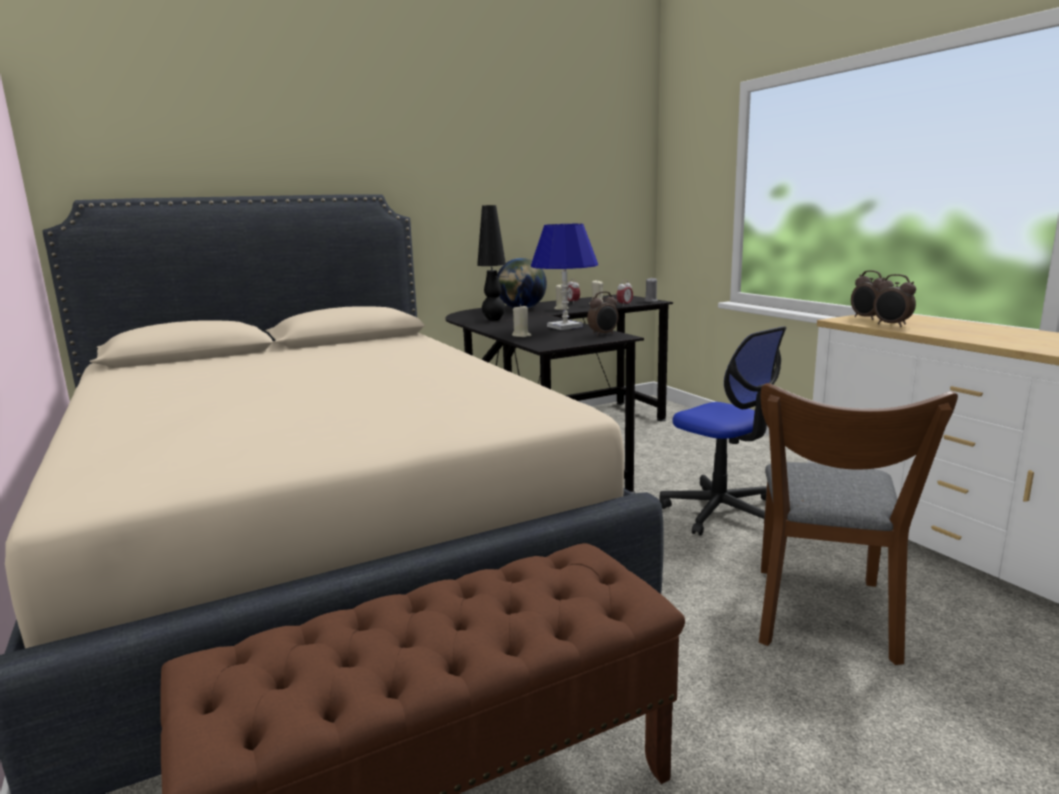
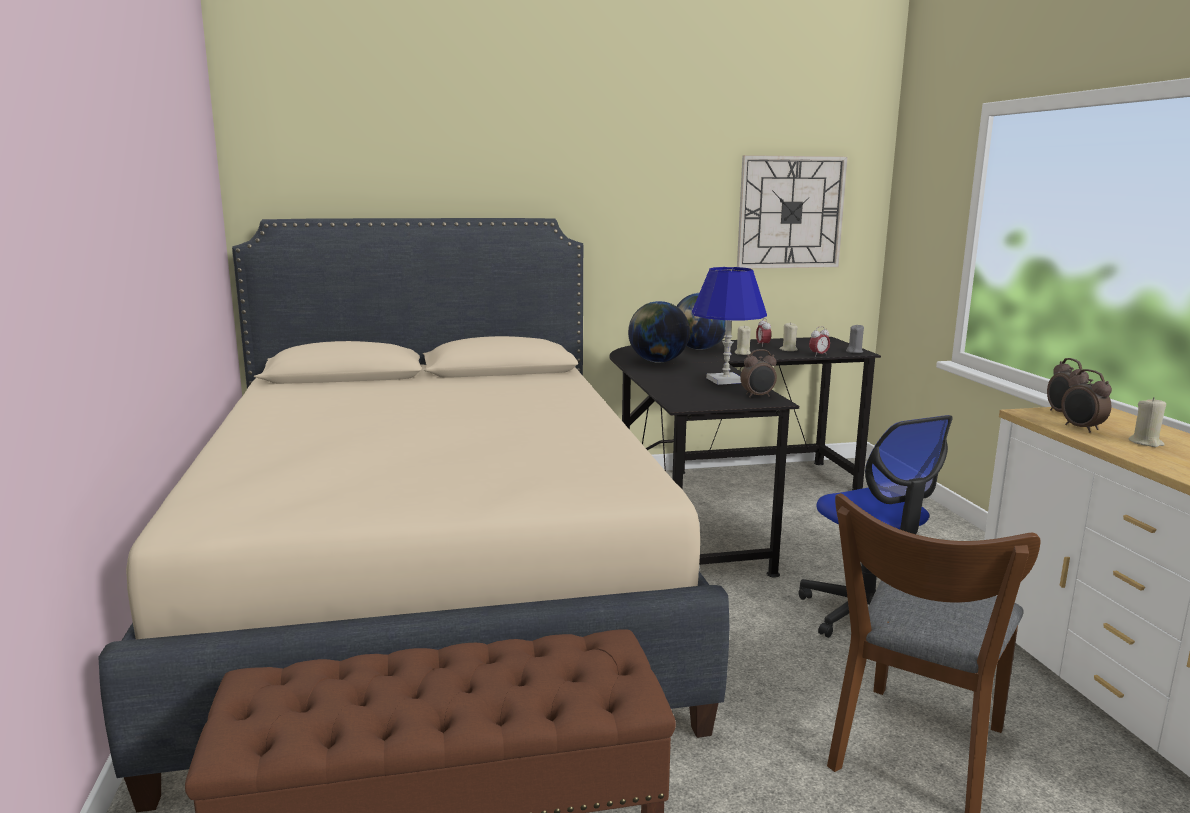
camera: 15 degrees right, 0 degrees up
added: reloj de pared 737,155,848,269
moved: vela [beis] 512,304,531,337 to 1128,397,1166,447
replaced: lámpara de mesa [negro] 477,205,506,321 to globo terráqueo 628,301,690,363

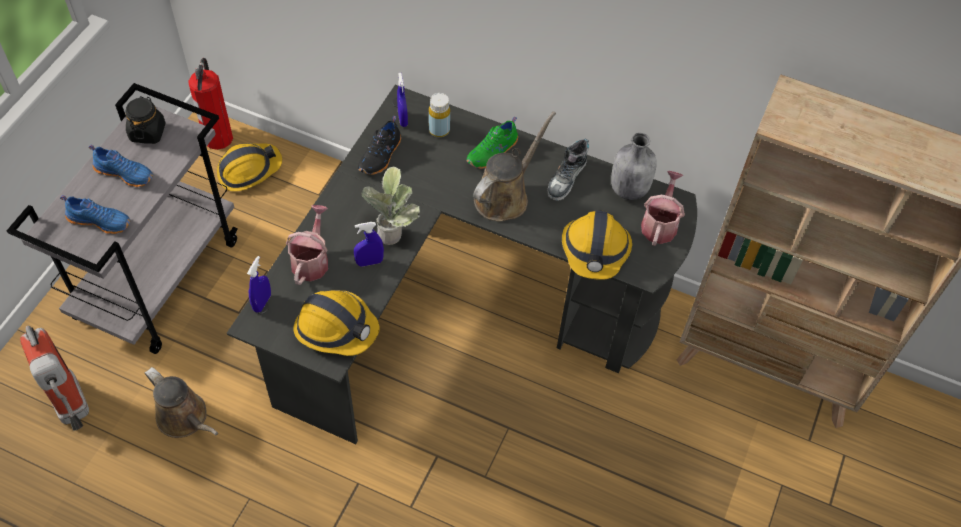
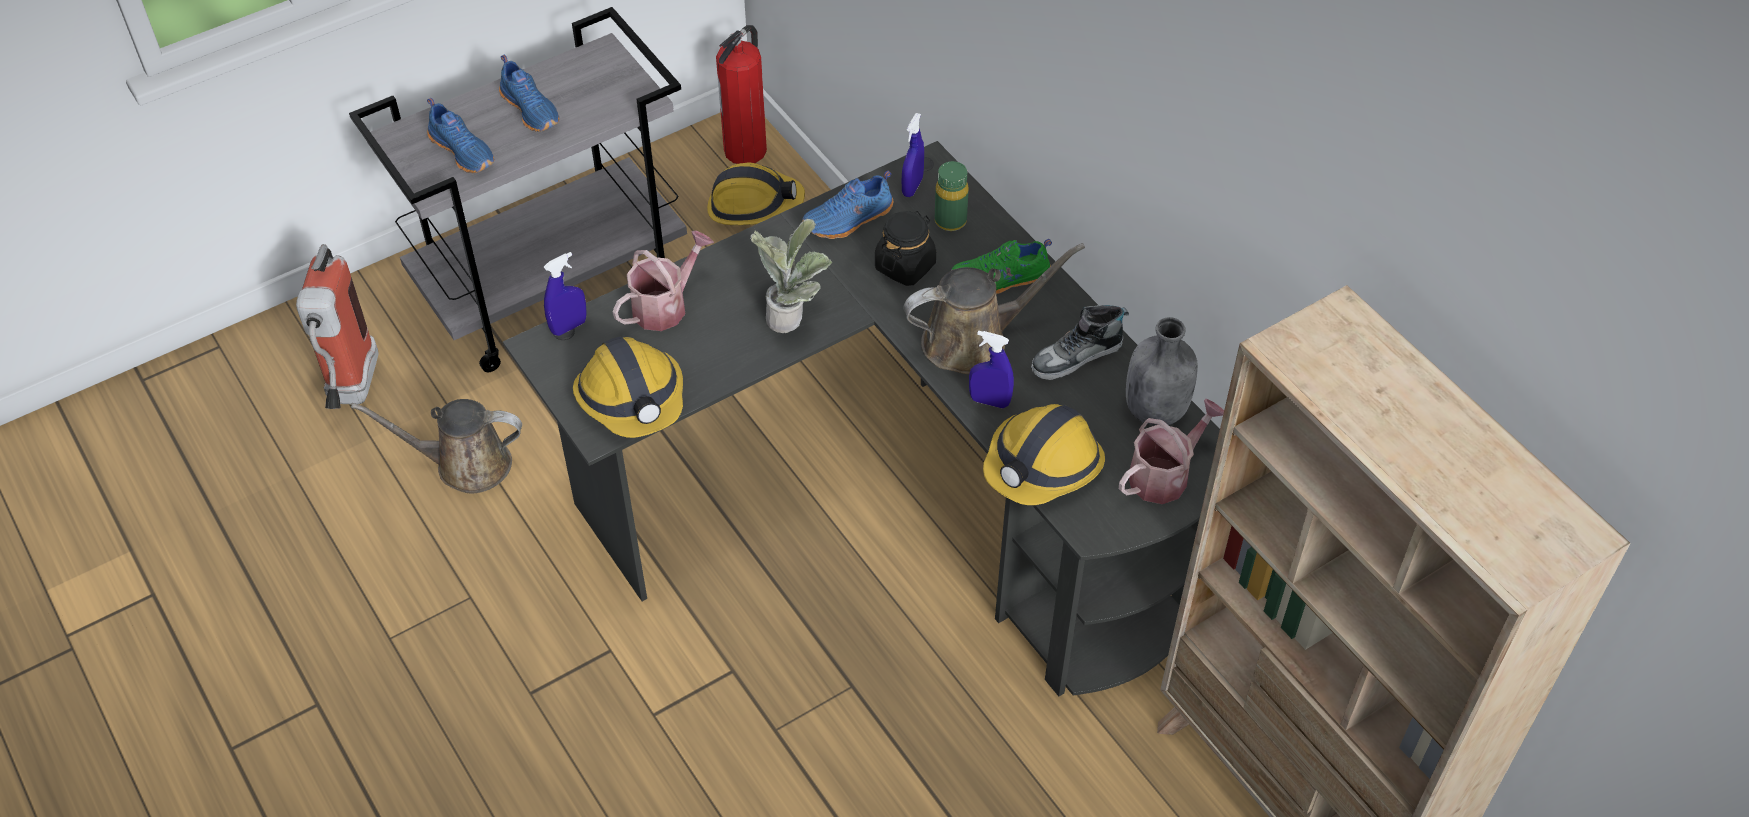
camera: 35 degrees right, 5 degrees down
moved: tarro [negro] 125,96,166,144 to 875,211,936,286; pulverizador [azul] 354,222,384,267 to 969,330,1014,408
recoloured: botella [amarillo] 429,93,450,137 to botella [verde] 935,161,969,231; zapato [negro] 358,116,401,175 to zapato [azul] 802,171,893,239
turned: regadera [marrón] 145,367,218,438 = 351,399,522,493 105 degrees clockwise

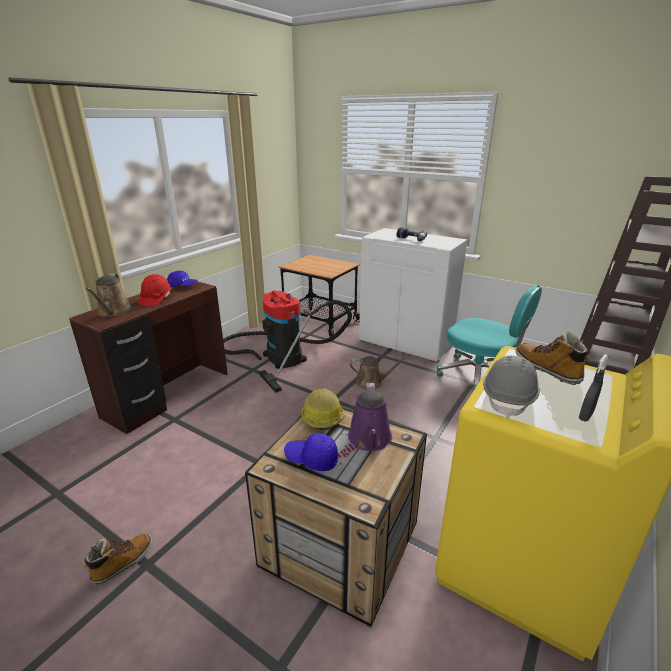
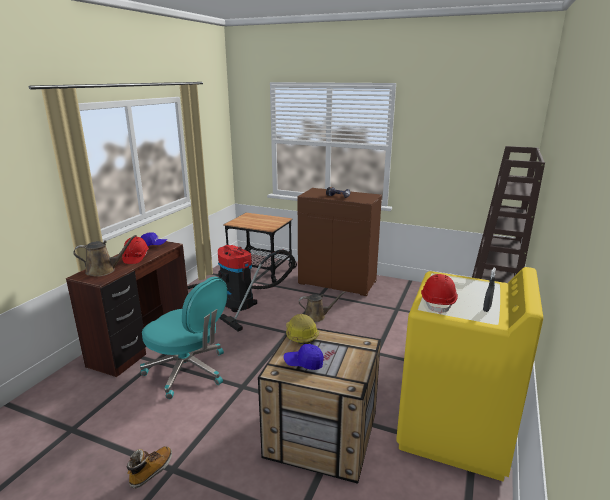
camera: 10 degrees left, 5 degrees down
removed: bota 516,332,590,385; regadera [morado] 348,383,392,451
moved: silla de oficina [turquesa] 437,284,542,389 to 140,276,227,399
recoloured: armario [blanco] 359,228,467,363 to armario [marrón] 298,188,382,296; casco [gris] 483,355,540,418 to casco [rojo] 421,274,458,314
turned: regadera [marrón] 86,274,132,317 = 73,235,137,277 90 degrees counterclockwise

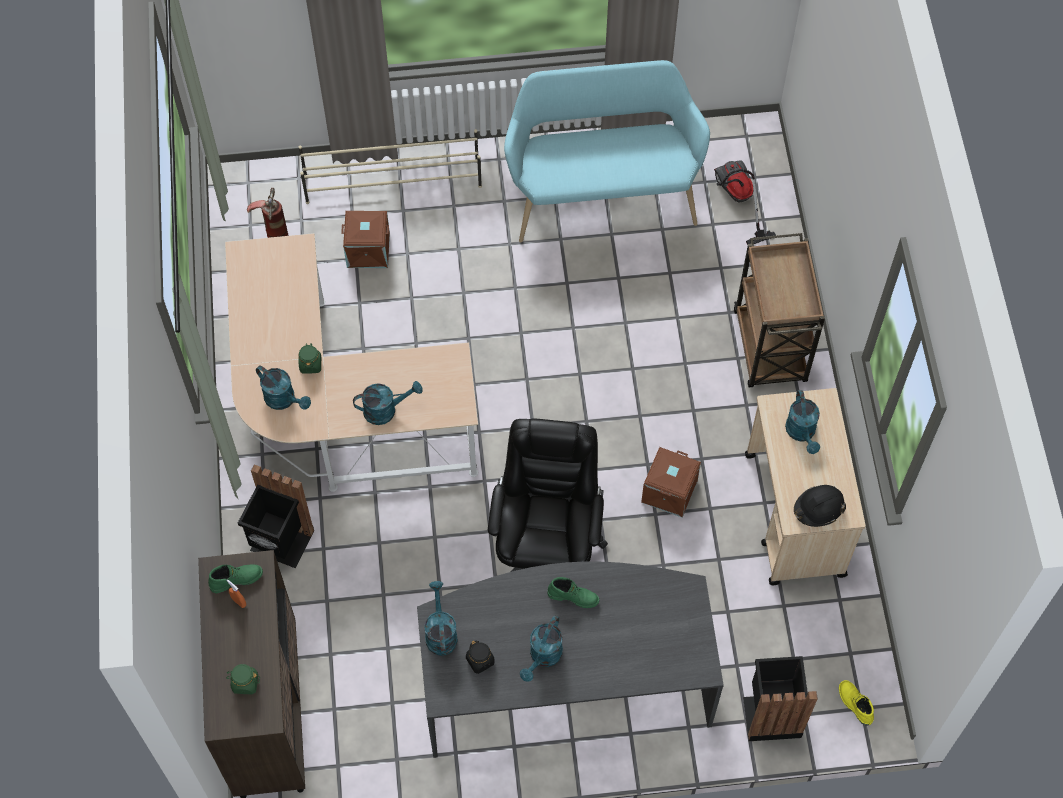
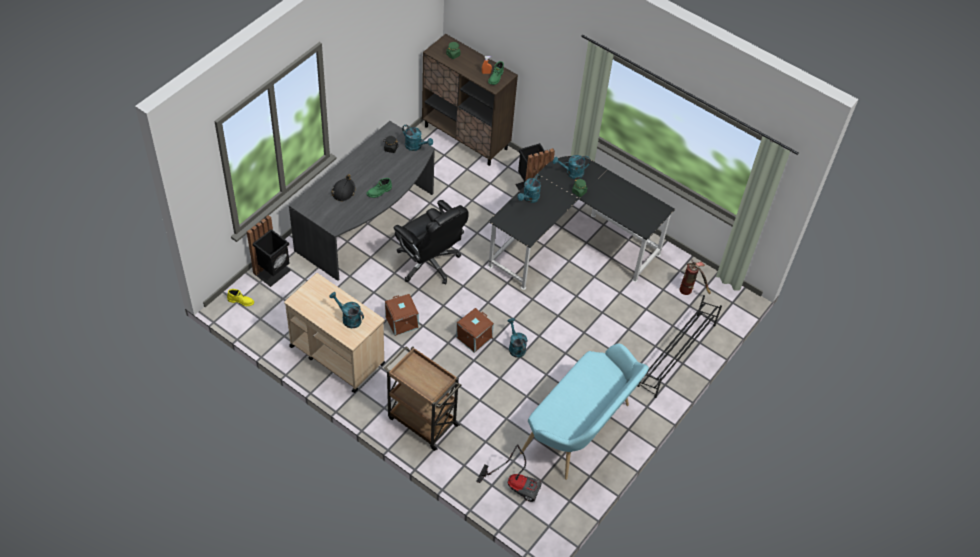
camera: 130 degrees right, 10 degrees down
moved: caja de almacenaje [marrón] 341,211,390,268 to 456,308,494,353; casco [negro] 794,485,846,527 to 331,175,356,201; regadera [turquesa] 520,615,563,682 to 508,318,527,358
recoloured: zapatero [beis] 299,129,482,204 to zapatero [negro] 637,295,722,398; escritorio [beis] 225,233,478,492 to escritorio [negro] 488,156,675,290

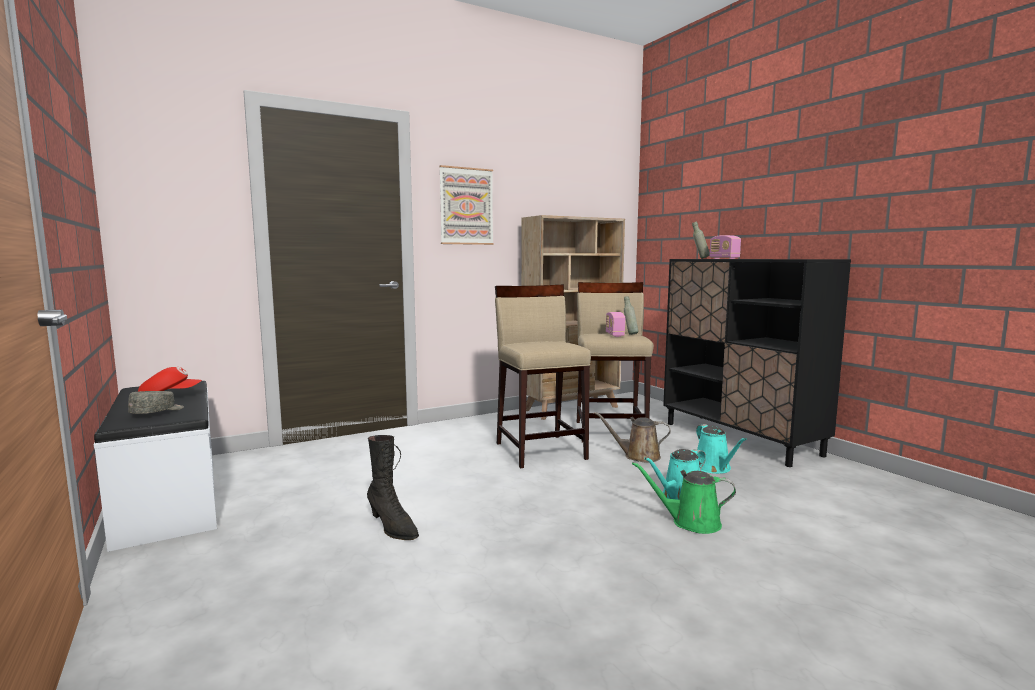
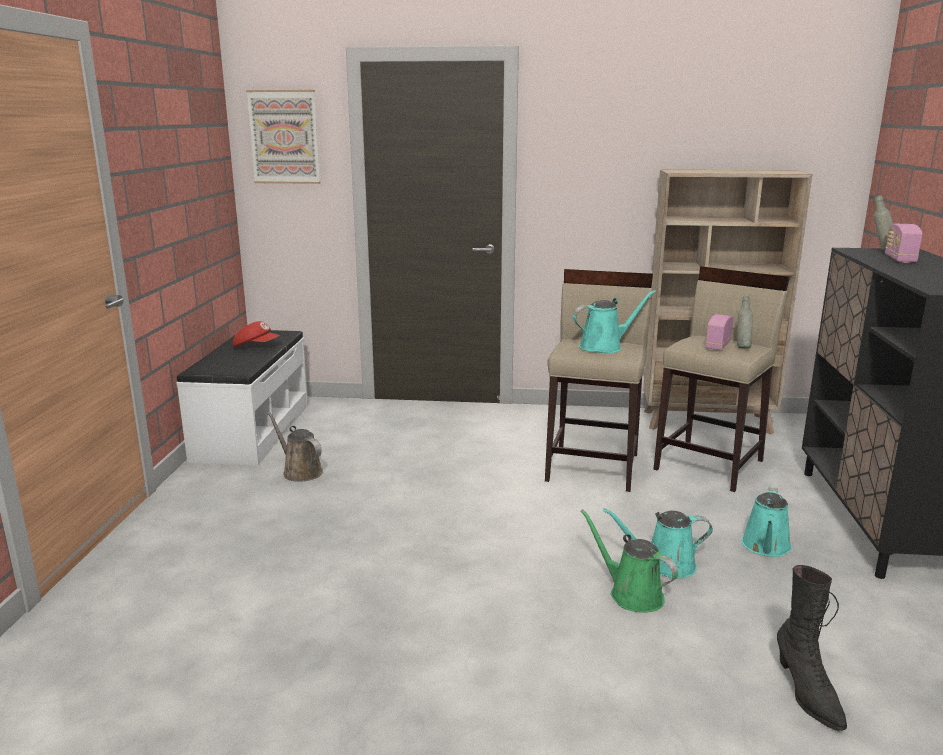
camera: 35 degrees right, 10 degrees up
removed: gorra [gris] 128,391,184,414
added: regadera [turquesa] 573,290,656,353
moved: cuadro 439,165,494,245 to 246,90,320,184; regadera [marrón] 594,412,671,462 to 267,411,323,482; bota [negro] 367,435,419,540 to 777,565,847,731

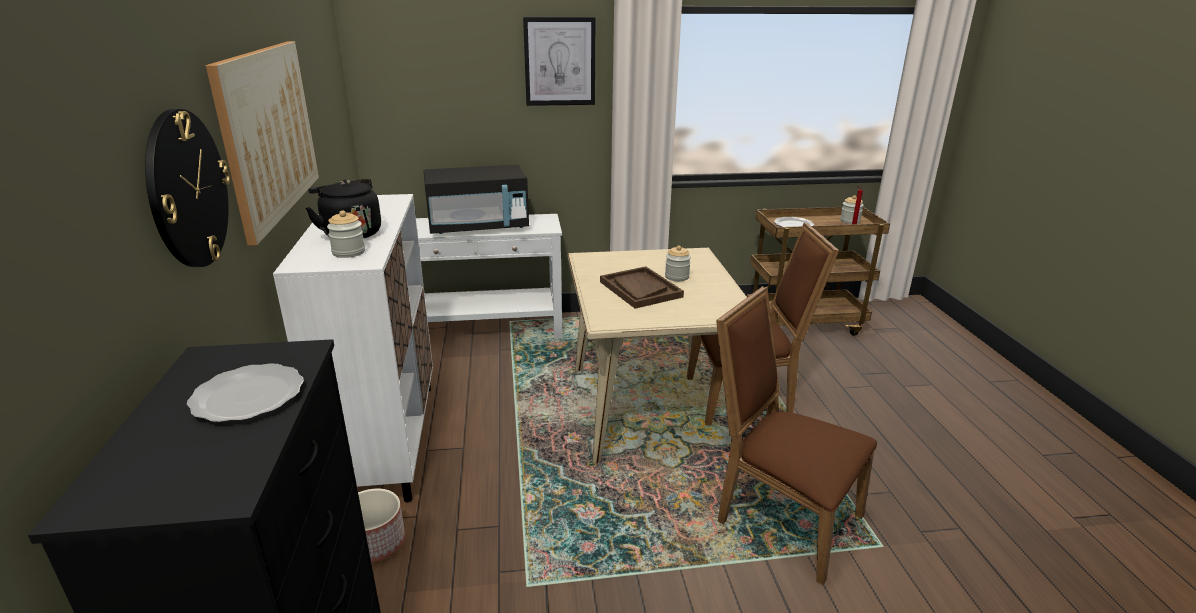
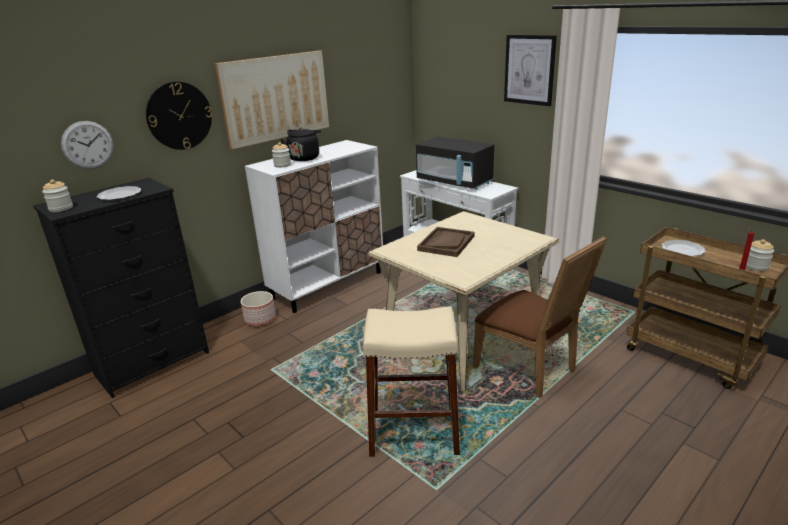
camera: 55 degrees right, 0 degrees up
added: reloj de pared 61,121,114,169
moved: tarro 665,246,691,281 to 42,180,73,212
replaced: silla [marrón] 716,286,877,585 to taburete [beis] 363,306,460,457

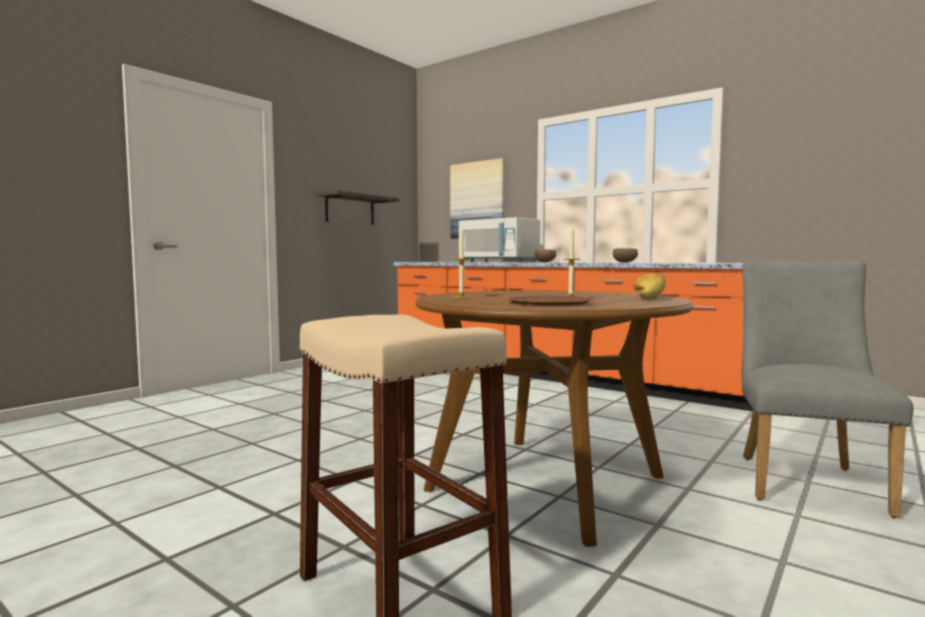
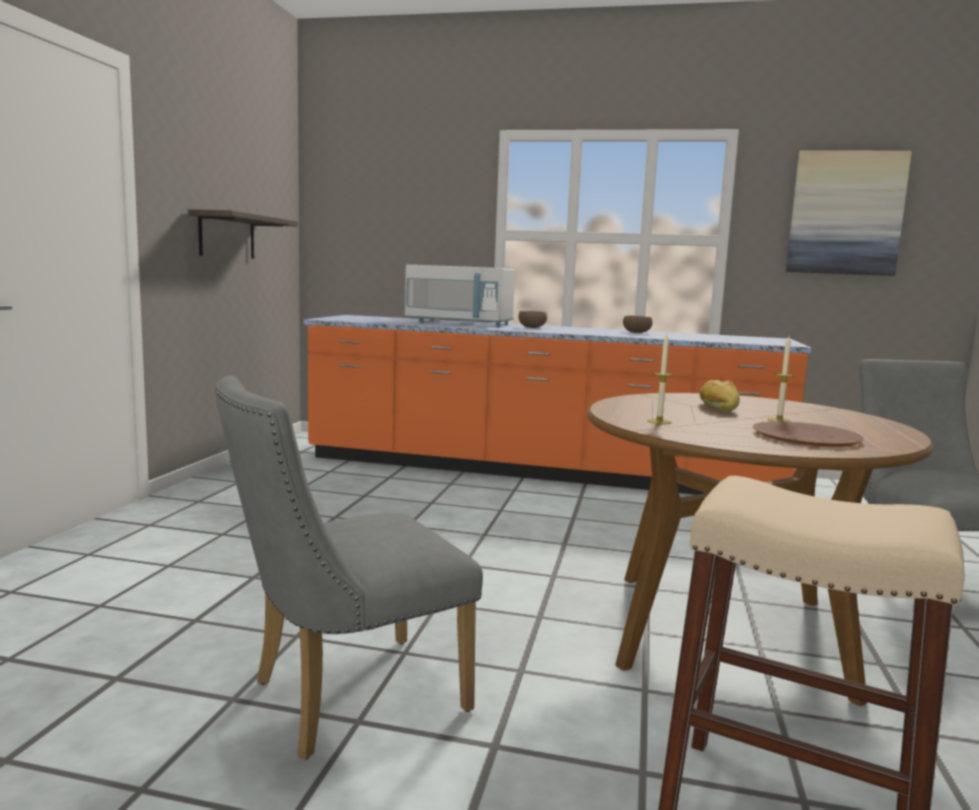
camera: 25 degrees left, 5 degrees up
added: silla [gris] 215,375,483,760
moved: cuadro 450,158,505,239 to 786,150,912,276; pan 633,273,666,300 to 699,380,740,412

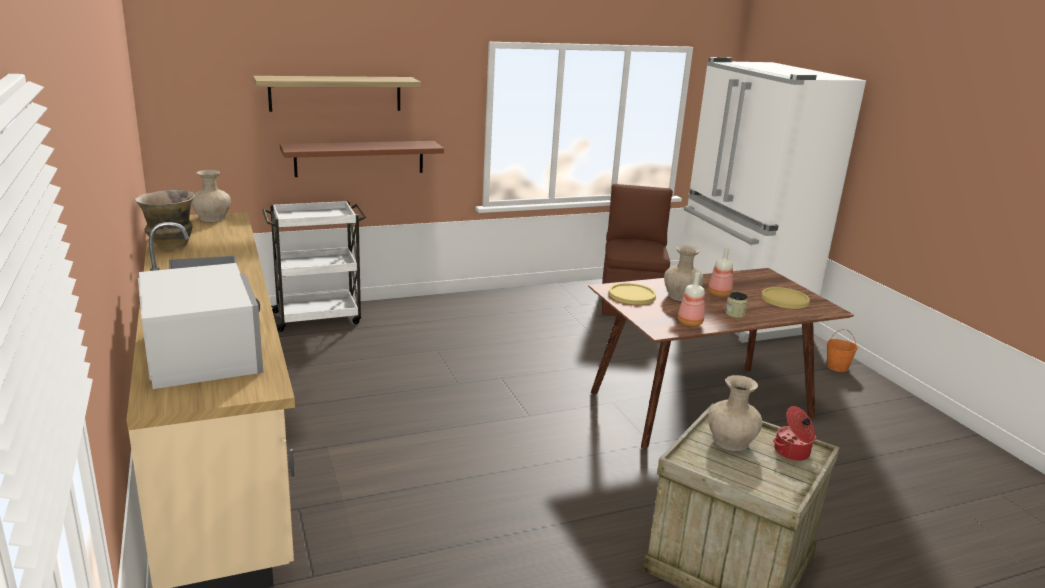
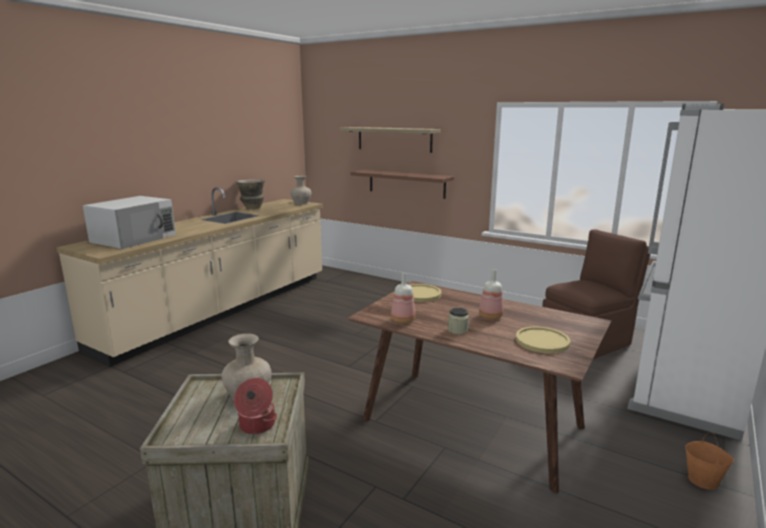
camera: 55 degrees right, 5 degrees down
removed: carrito [blanco] 263,201,366,332; florero [beis] 664,245,704,301

